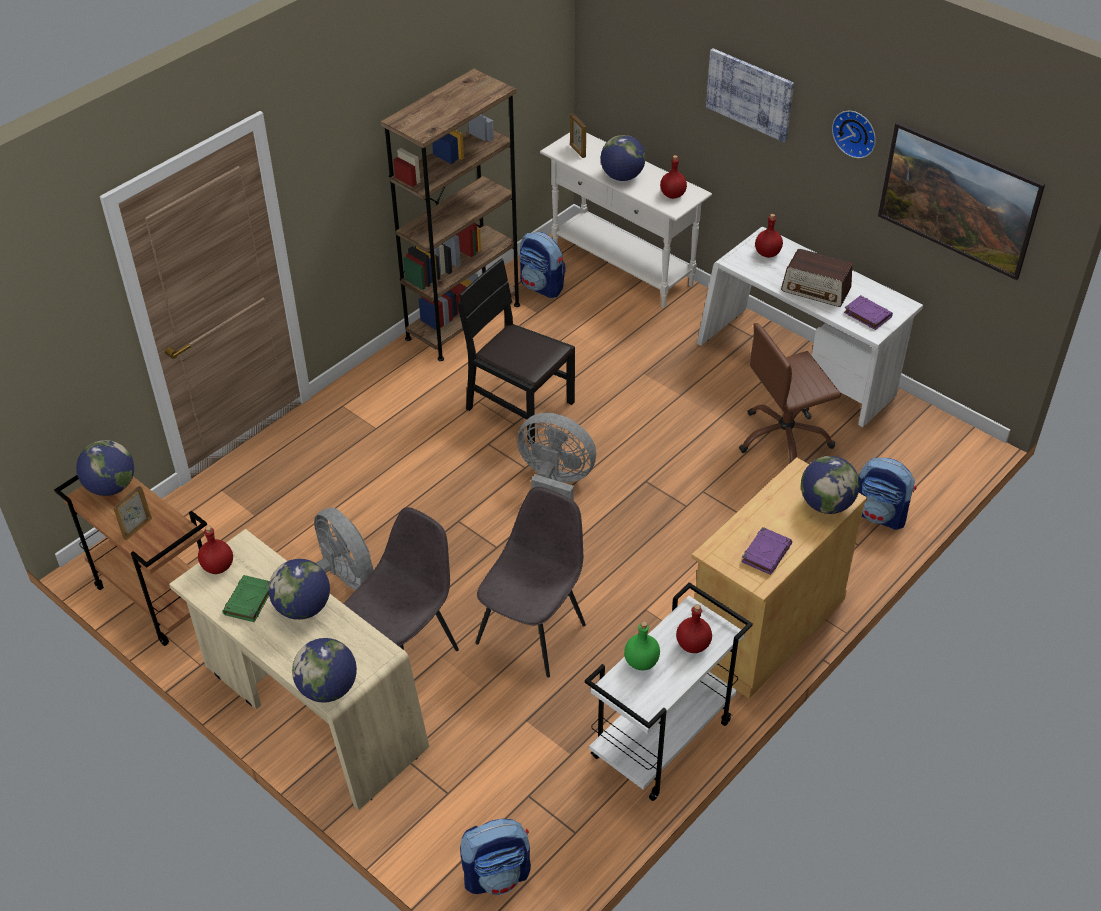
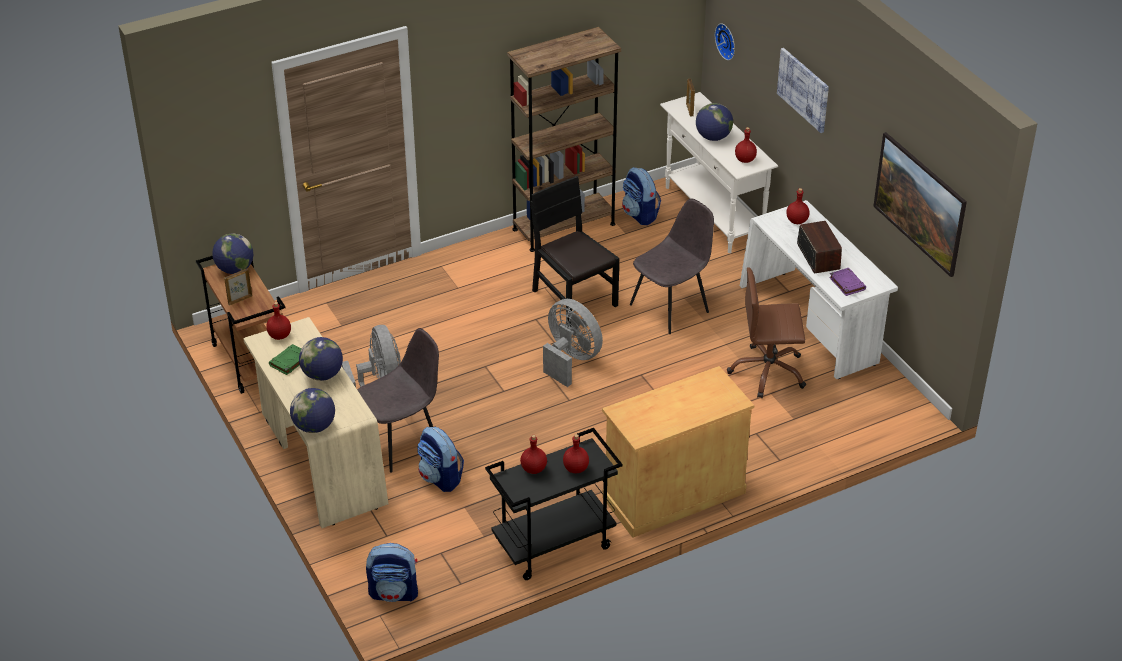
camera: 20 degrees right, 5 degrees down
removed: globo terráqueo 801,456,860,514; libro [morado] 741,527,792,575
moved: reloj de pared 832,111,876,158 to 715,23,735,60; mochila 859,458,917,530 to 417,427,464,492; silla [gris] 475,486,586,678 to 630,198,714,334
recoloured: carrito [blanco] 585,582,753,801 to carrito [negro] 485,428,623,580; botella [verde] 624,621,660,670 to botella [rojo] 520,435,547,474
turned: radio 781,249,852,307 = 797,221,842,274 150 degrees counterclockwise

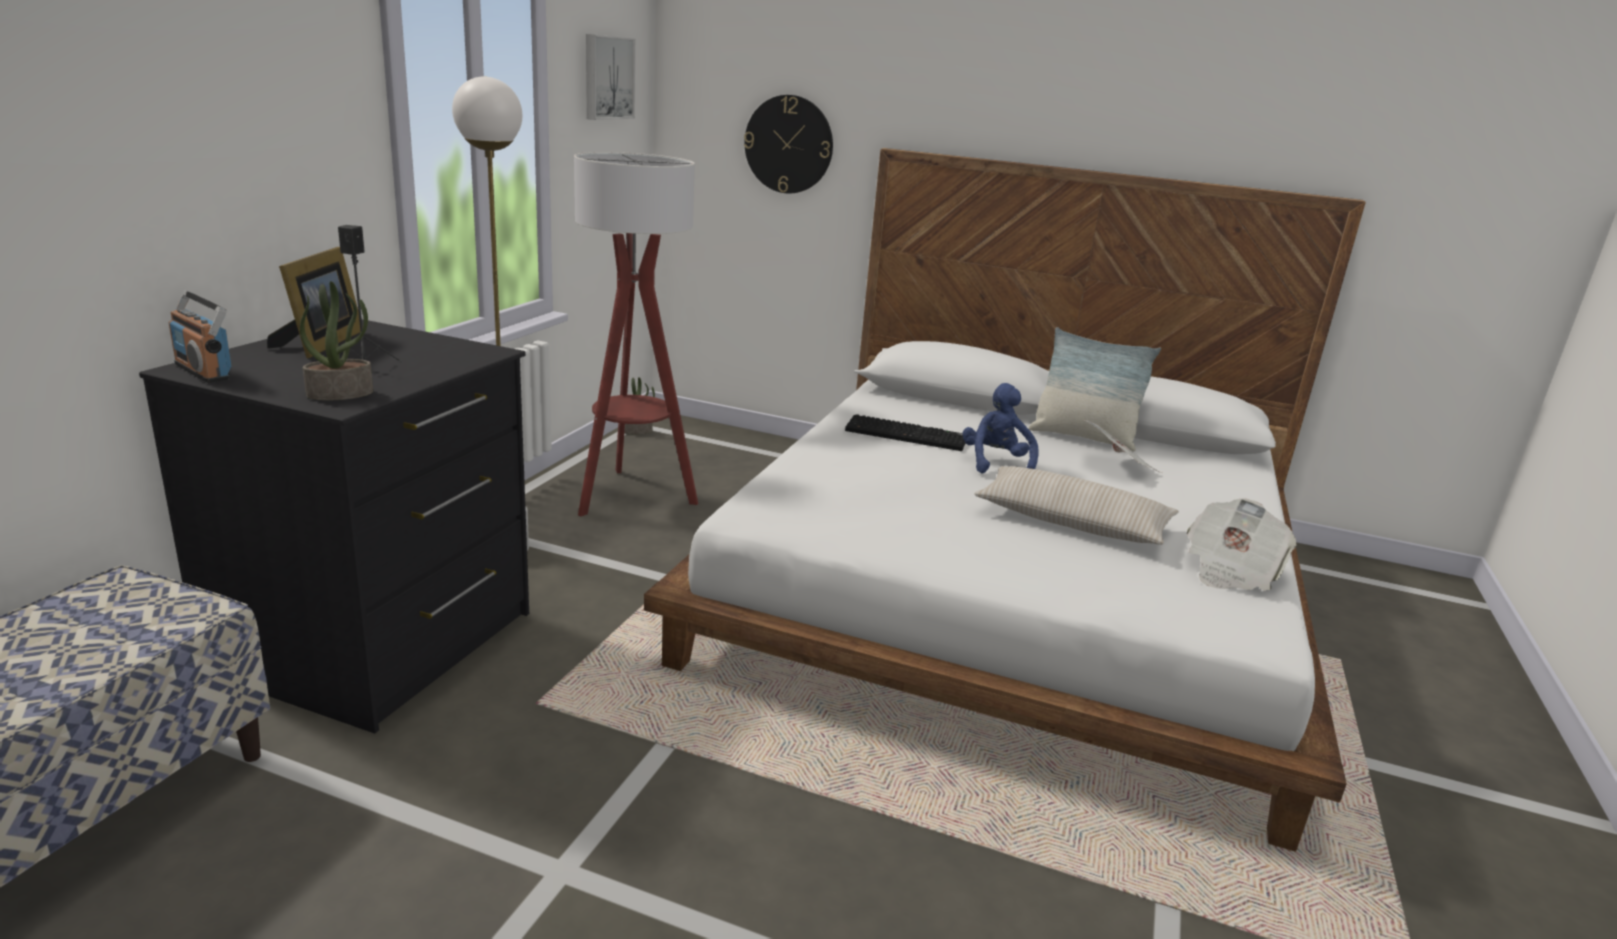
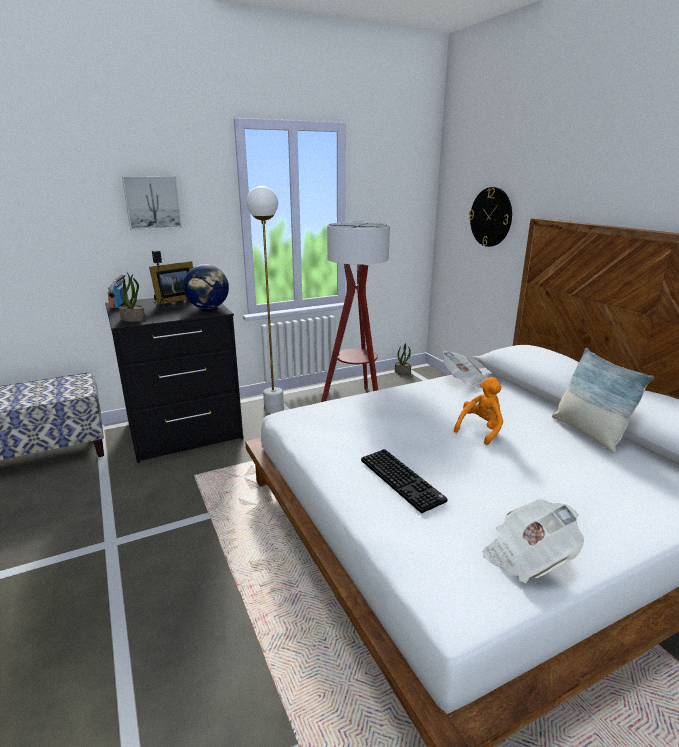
camera: 45 degrees right, 0 degrees up
removed: cojín [beis] 974,466,1179,545
added: globo terráqueo 183,264,229,309
moved: cuadro 586,34,635,120 to 122,176,182,230; teclado 845,414,965,451 to 361,449,447,513; periódico 1084,420,1162,473 to 443,351,486,389
recoloured: peluche [azul] 963,383,1039,474 to peluche [naranja] 454,377,503,445

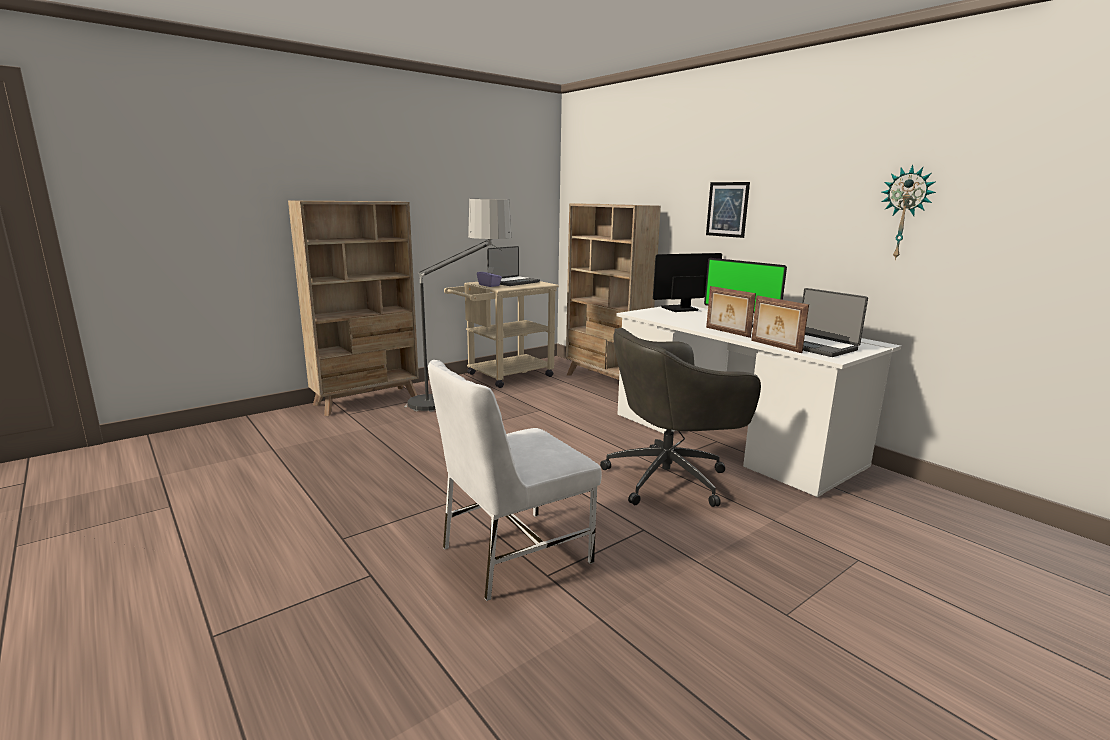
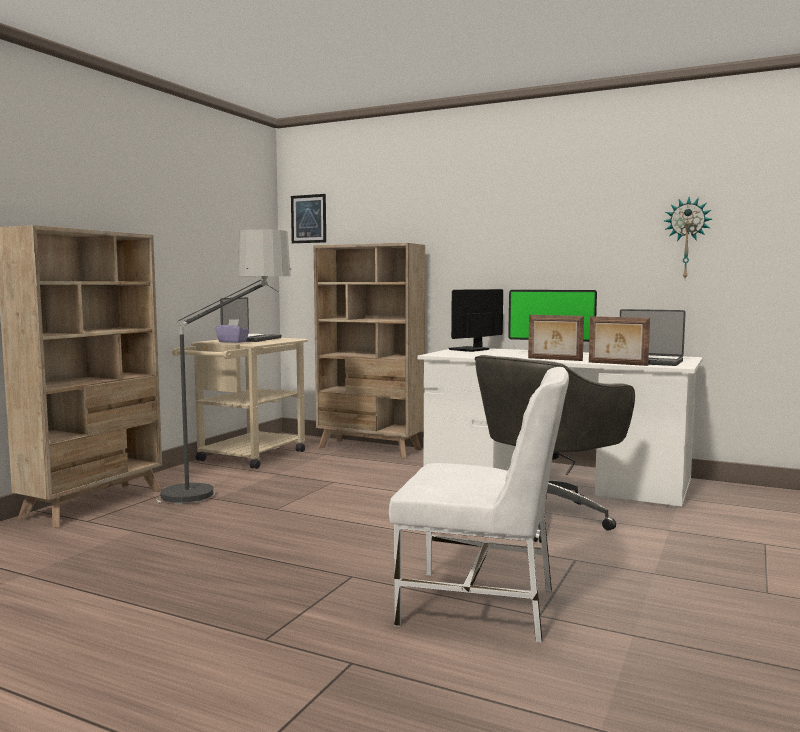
camera: 25 degrees left, 10 degrees down
moved: cuadro 706,182,750,238 to 291,194,326,243
turned: silla [blanco] 428,360,602,601 = 389,367,569,643 105 degrees counterclockwise

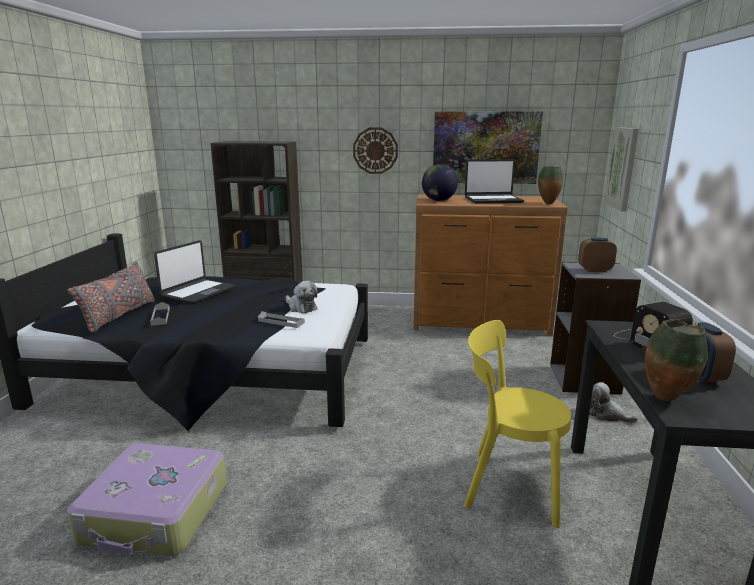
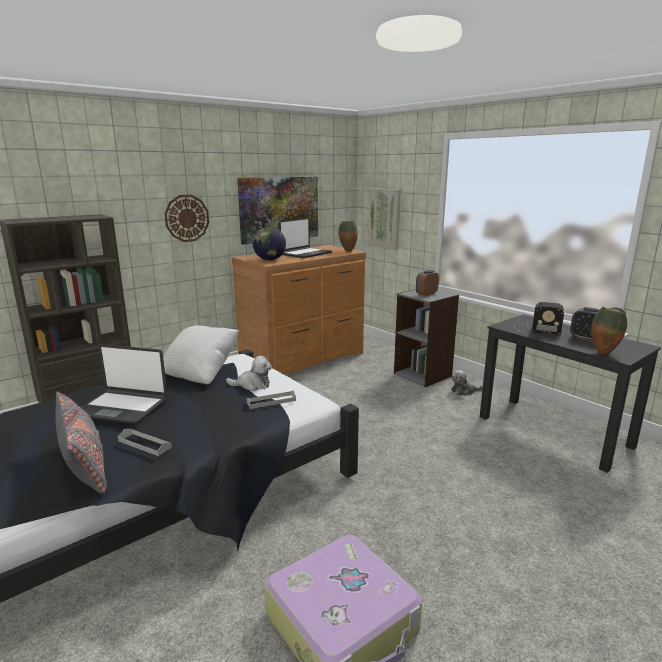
camera: 45 degrees left, 0 degrees up
removed: silla [amarillo] 464,320,571,528
added: cojín [blanco] 163,326,239,384
turned: portátil 154,240,235,304 = 80,344,167,424 120 degrees clockwise

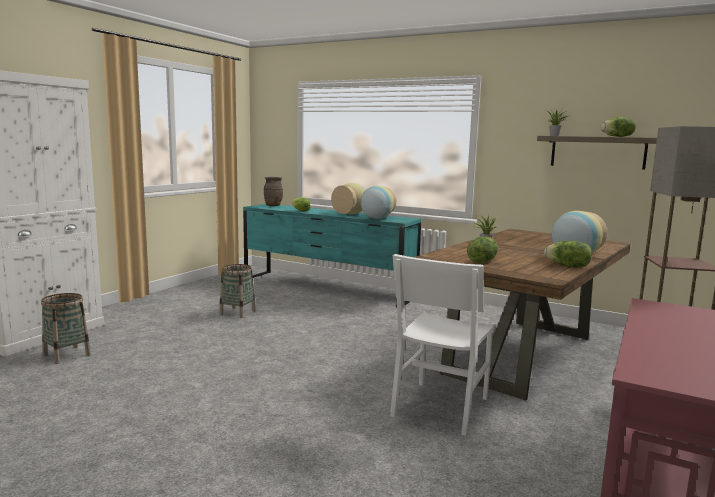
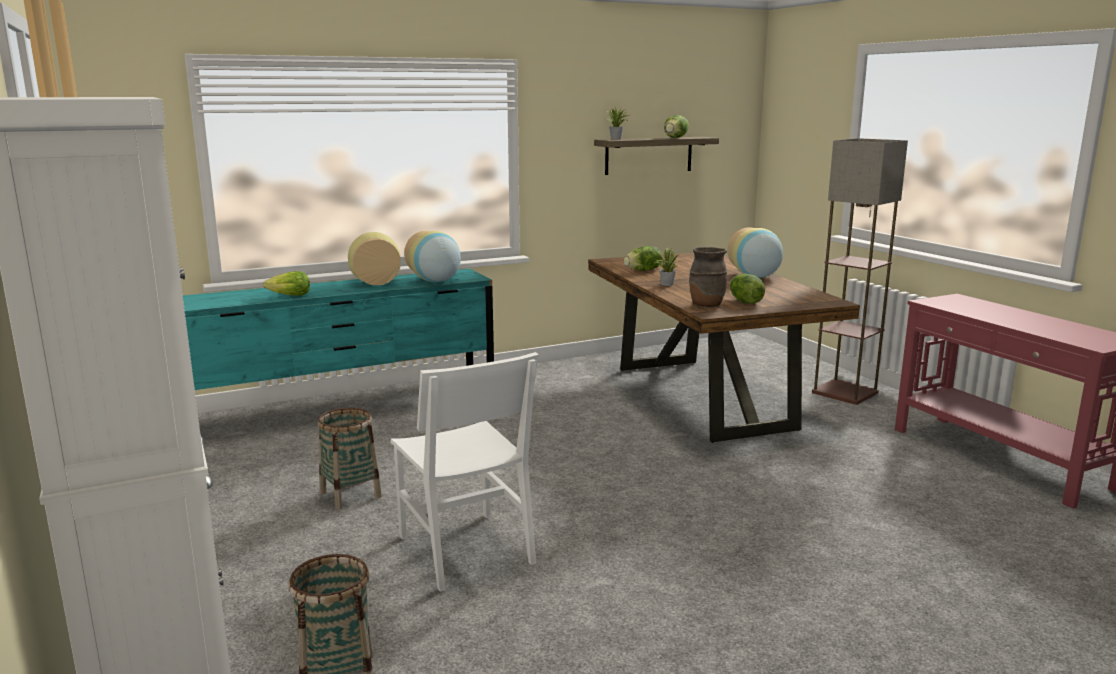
camera: 55 degrees left, 5 degrees up
moved: florero [marrón] 264,177,283,206 to 689,247,727,307; lechuga 544,241,592,267 to 624,246,663,271; silla [blanco] 390,254,496,436 to 391,352,539,592

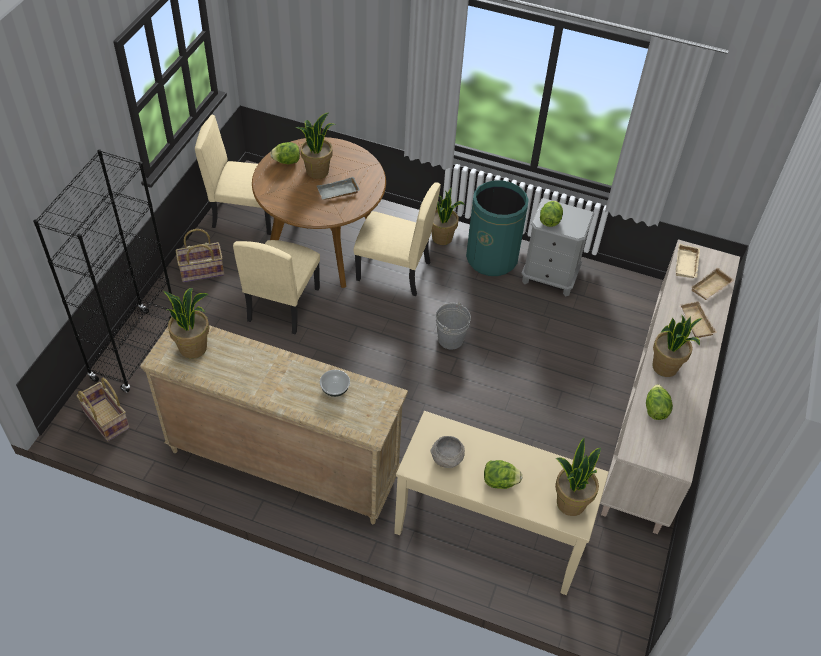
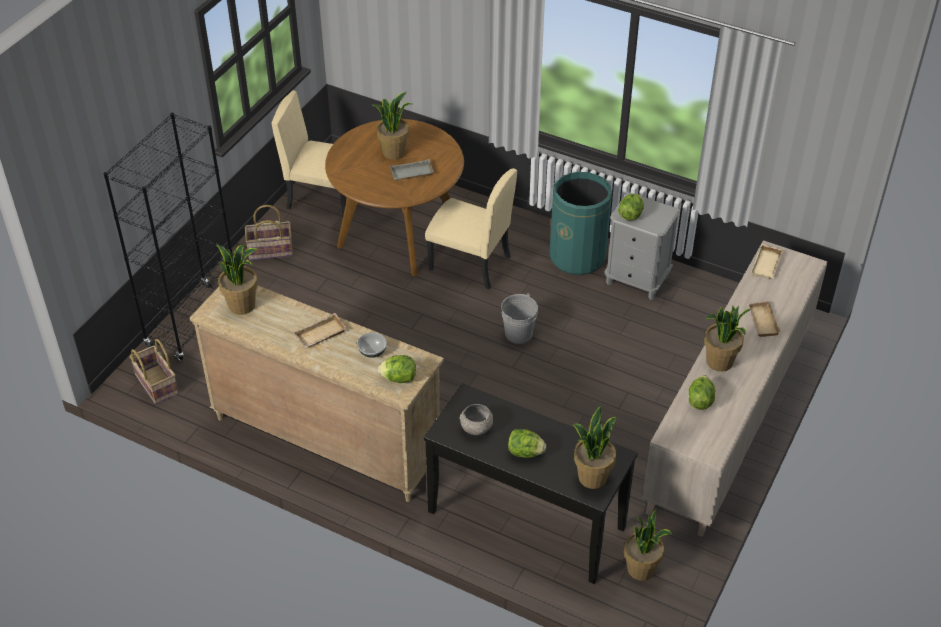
camera: 10 degrees right, 5 degrees down
removed: silla [beis] 233,240,320,334
moved: lechuga 270,142,300,164 to 378,355,416,383; planta en maceta 432,187,465,245 to 624,509,673,581; bandeja [beis] 691,267,734,300 to 293,313,347,348
recoloured: mesa consola [beis] 394,411,609,595 to mesa consola [negro] 424,383,638,584

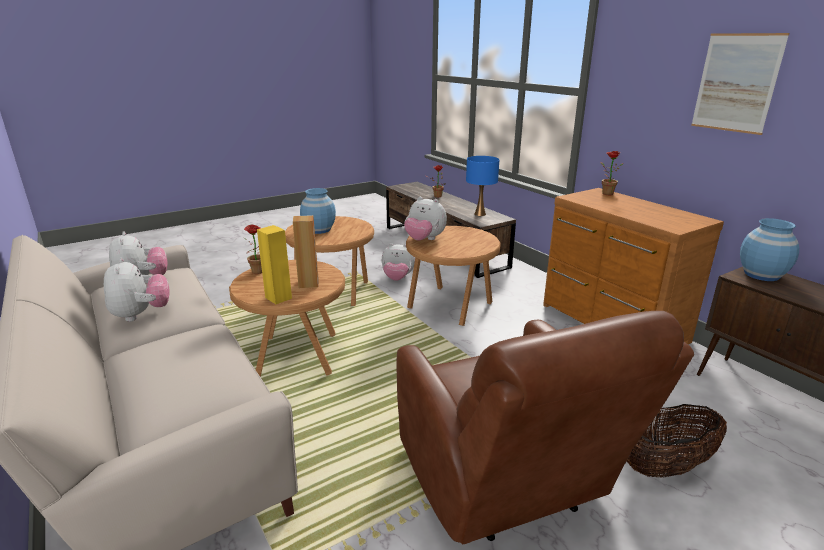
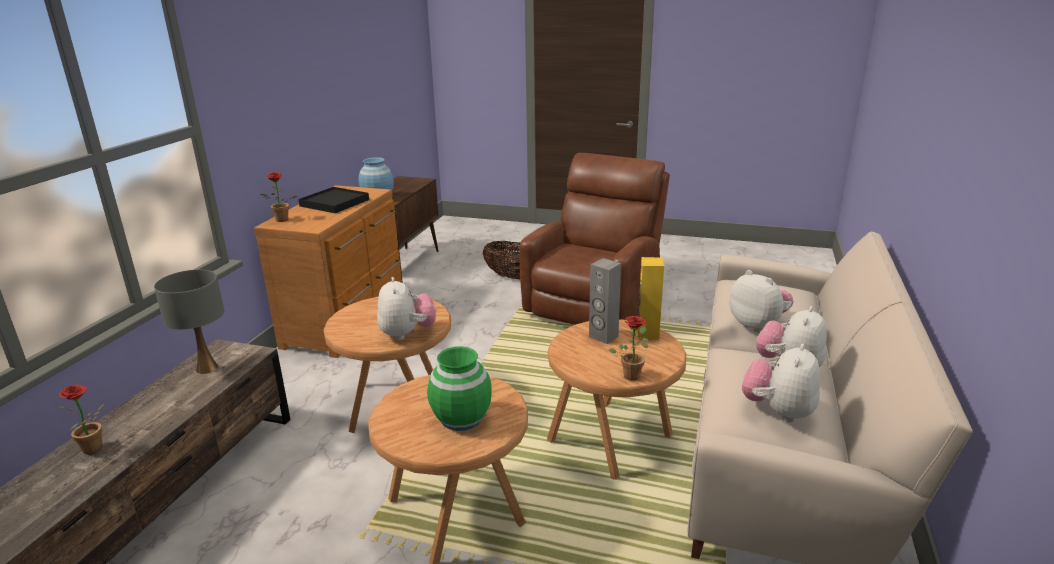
camera: 130 degrees left, 0 degrees up
removed: cuadro 691,33,790,135
added: bandeja [negro] 298,187,369,213
moved: peluche 382,243,415,281 to 729,270,794,333
recoloured: lámpara de mesa [azul] 466,156,499,216 to lámpara de mesa [gris] 154,270,224,374; florero [azul] 300,188,336,234 to florero [verde] 427,346,492,431; altavoz [marrón] 293,215,319,288 to altavoz [gris] 589,258,621,344

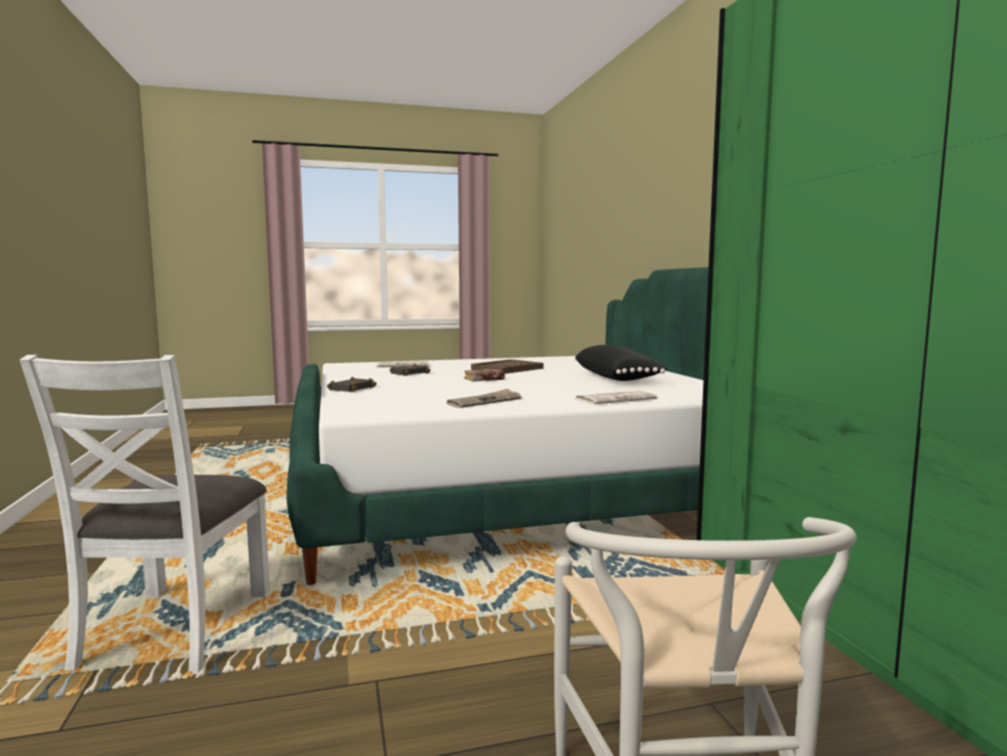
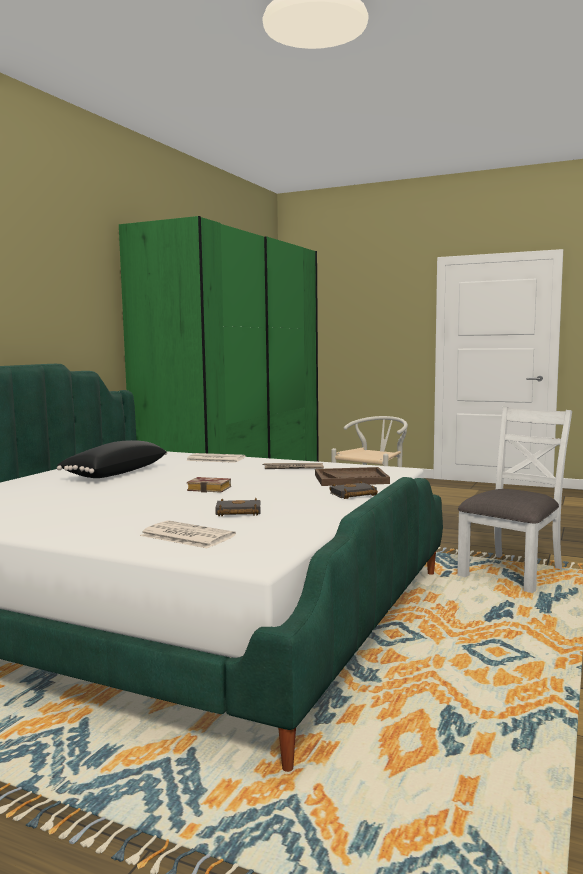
camera: 140 degrees left, 0 degrees up
moved: bandeja [marrón] 471,359,544,374 to 315,467,390,486

